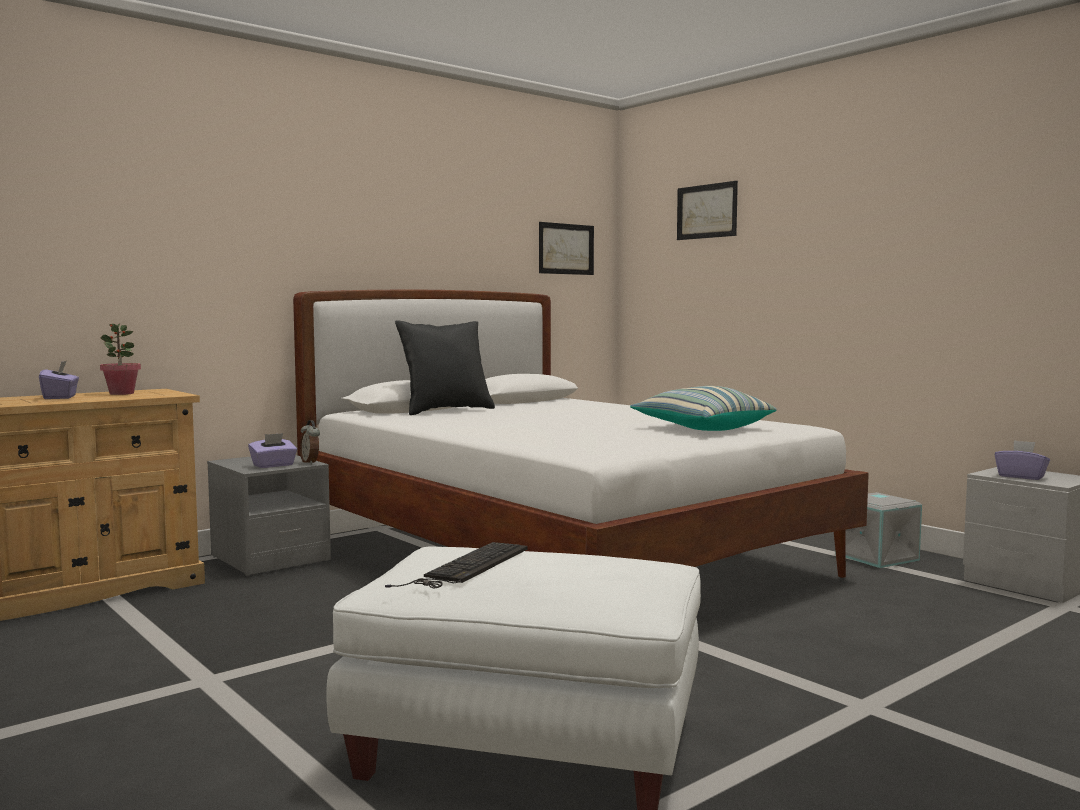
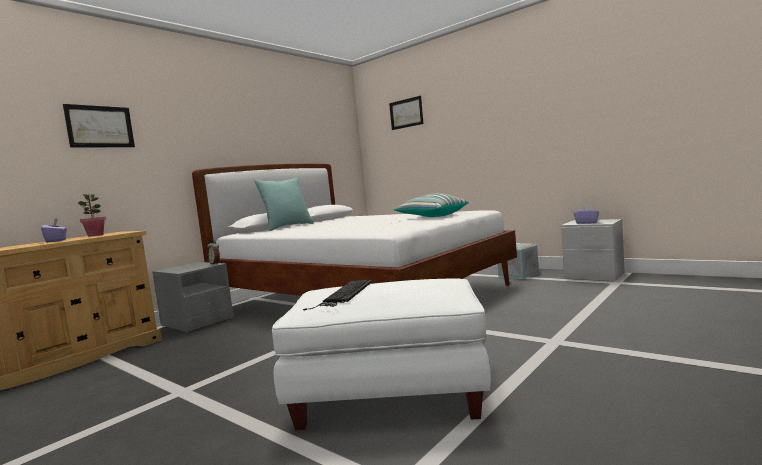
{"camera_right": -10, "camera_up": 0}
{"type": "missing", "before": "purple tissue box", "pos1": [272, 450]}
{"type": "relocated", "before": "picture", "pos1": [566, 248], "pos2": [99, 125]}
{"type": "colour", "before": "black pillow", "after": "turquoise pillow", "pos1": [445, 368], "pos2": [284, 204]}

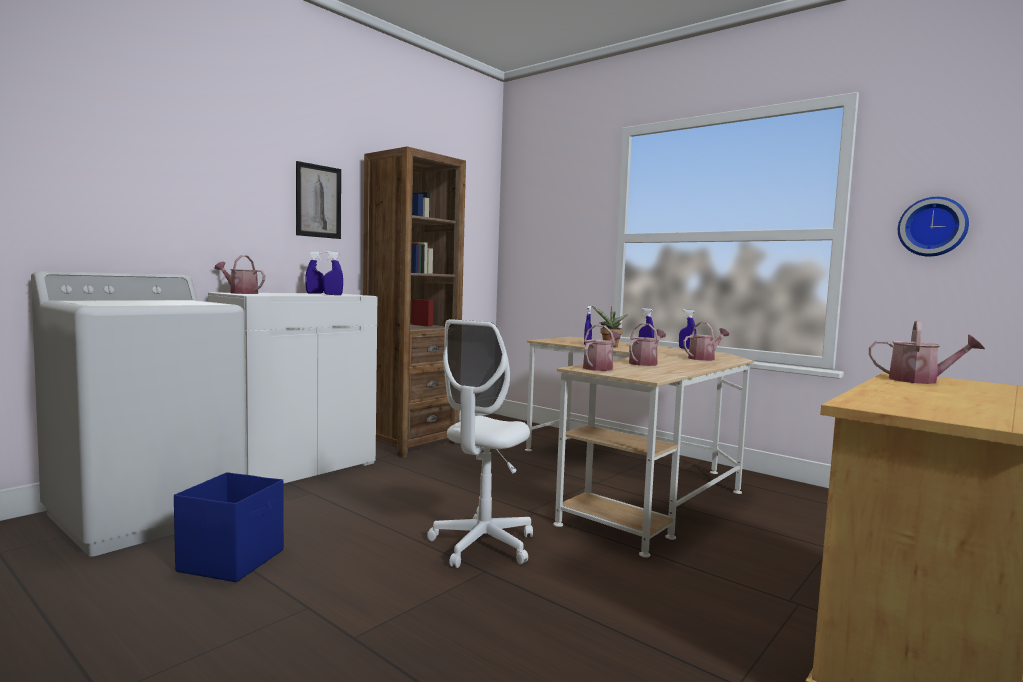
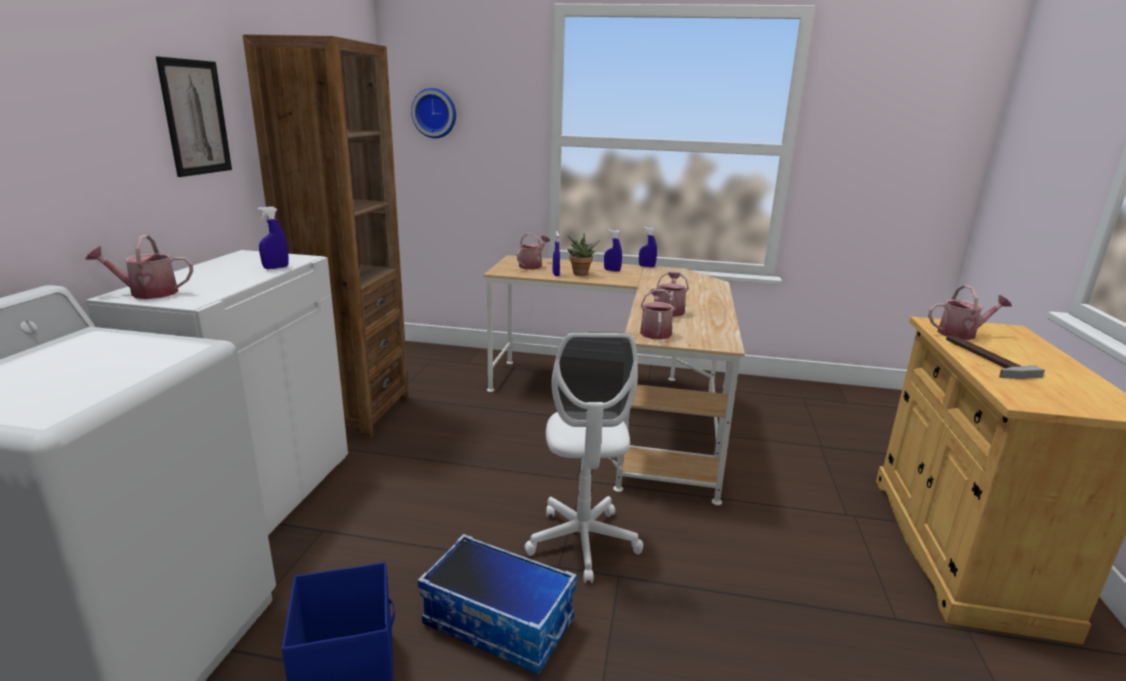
{"camera_right": -30, "camera_up": 15}
{"type": "missing", "before": "blue spray bottle", "pos1": [314, 273]}
{"type": "appeared", "after": "storage box", "pos2": [497, 604]}
{"type": "appeared", "after": "hammer", "pos2": [995, 357]}
{"type": "relocated", "before": "watering can", "pos1": [706, 341], "pos2": [533, 251]}
{"type": "relocated", "before": "wall clock", "pos1": [933, 227], "pos2": [433, 113]}

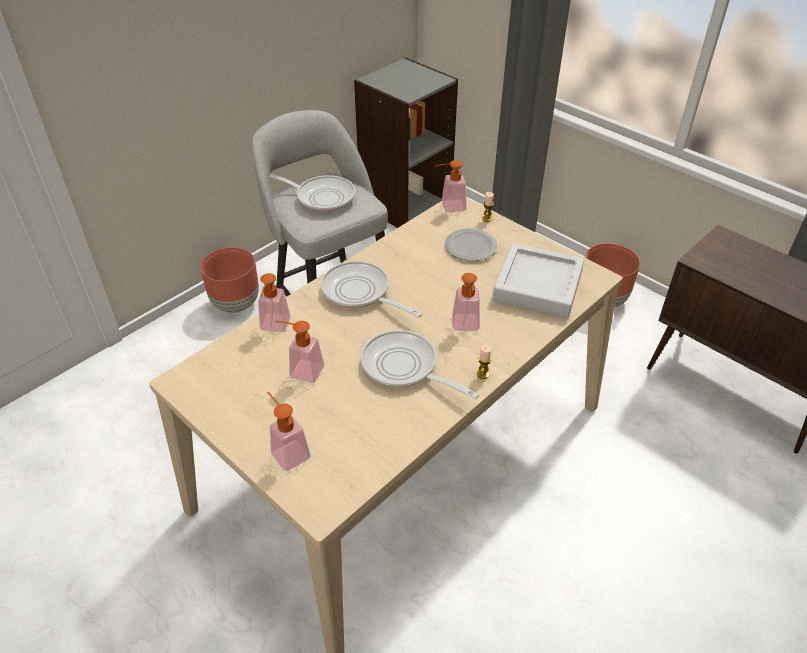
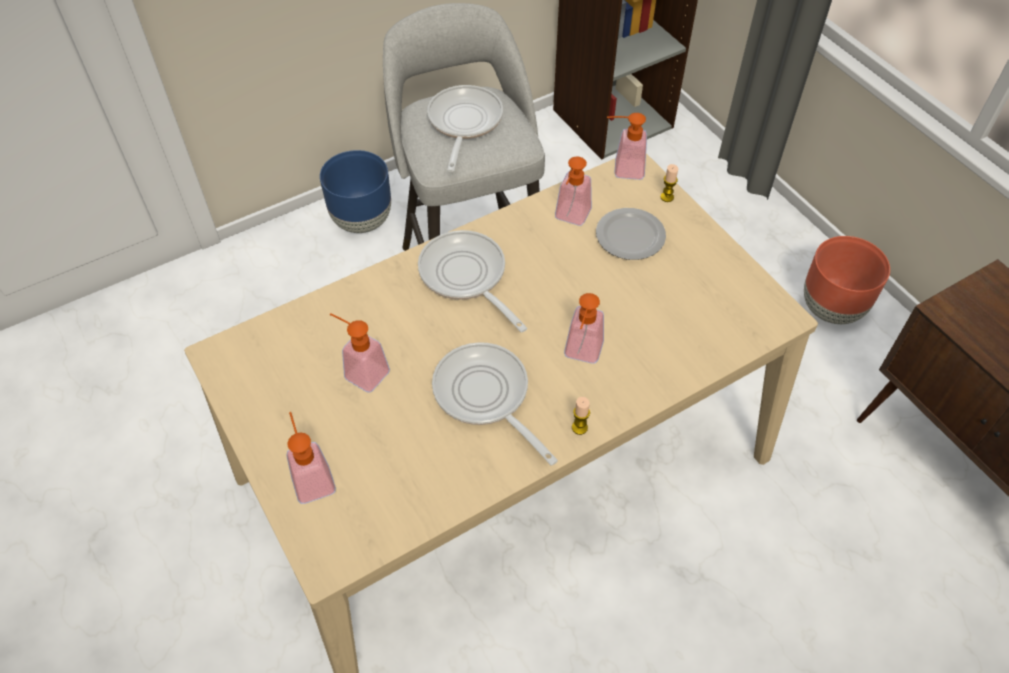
{"camera_right": 15, "camera_up": 10}
{"type": "missing", "before": "grey tray", "pos1": [538, 280]}
{"type": "relocated", "before": "soap dispenser", "pos1": [274, 302], "pos2": [573, 191]}
{"type": "colour", "before": "brown planter", "after": "blue planter", "pos1": [229, 280], "pos2": [355, 191]}
{"type": "spun", "before": "frying pan", "pos1": [312, 192], "pos2": [465, 128], "turn": -120}

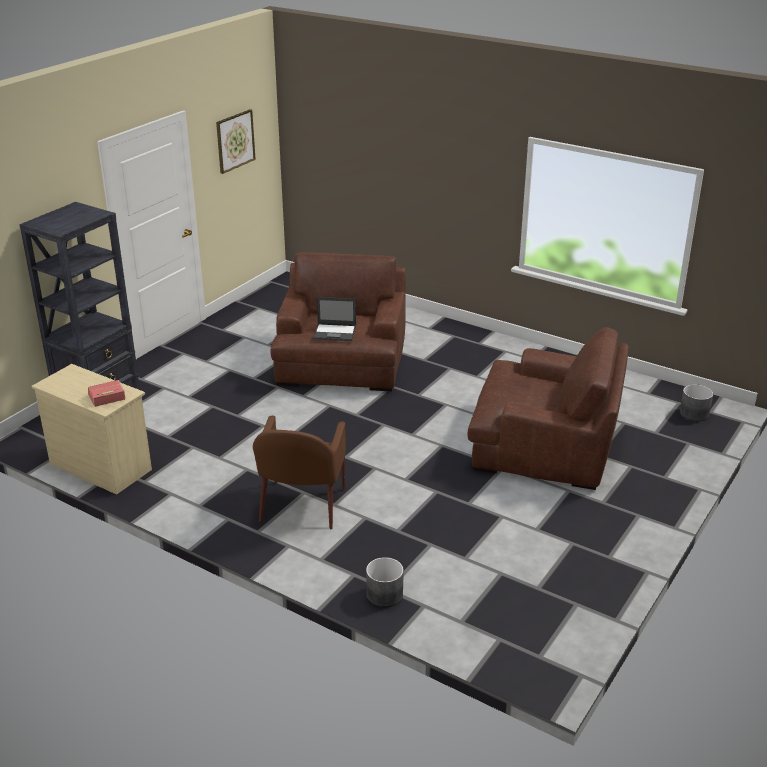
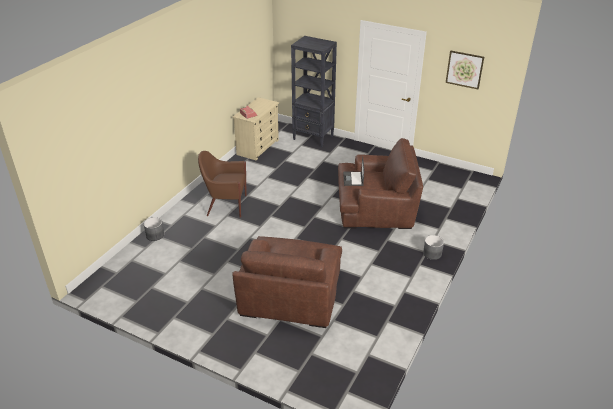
{"camera_right": 85, "camera_up": 5}
{"type": "relocated", "before": "grey planter", "pos1": [696, 403], "pos2": [433, 247]}

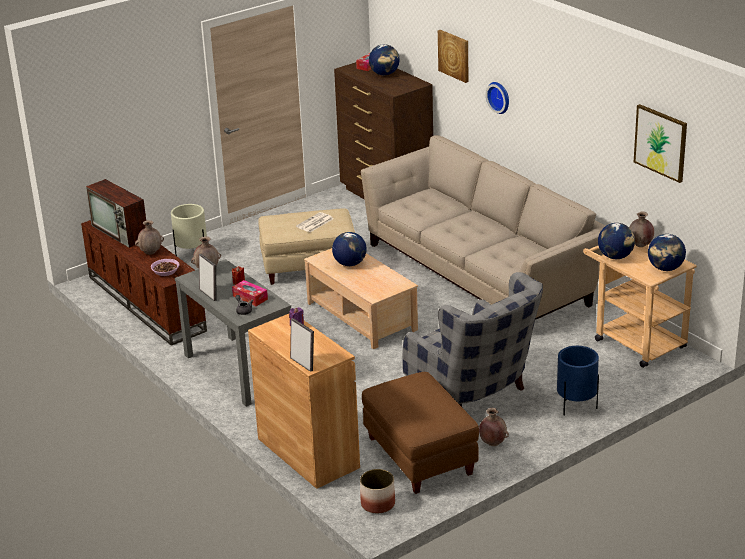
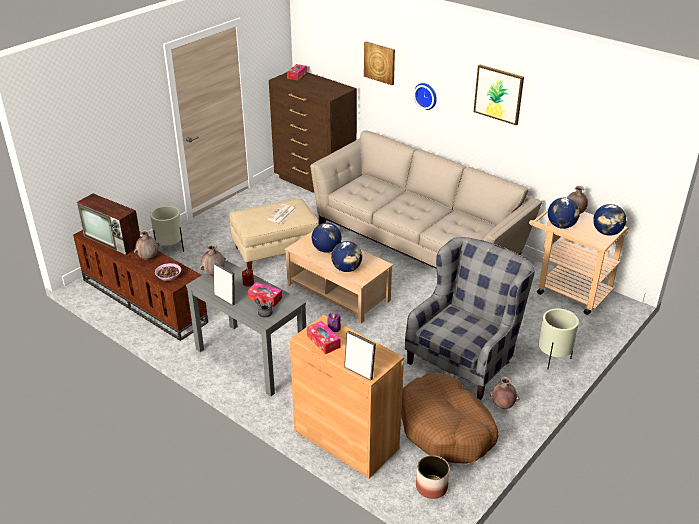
{"camera_right": -15, "camera_up": 5}
{"type": "appeared", "after": "tissue box", "pos2": [323, 337]}
{"type": "relocated", "before": "globe", "pos1": [384, 59], "pos2": [346, 256]}
{"type": "relocated", "before": "picture", "pos1": [660, 143], "pos2": [499, 95]}
{"type": "exchanged", "before": "brown ottoman", "after": "brown dog bed", "pos1": [420, 433], "pos2": [450, 418]}
{"type": "colour", "before": "blue planter", "after": "beige planter", "pos1": [578, 381], "pos2": [558, 338]}
{"type": "spun", "before": "grey armchair", "pos1": [472, 339], "pos2": [470, 318], "turn": -90}

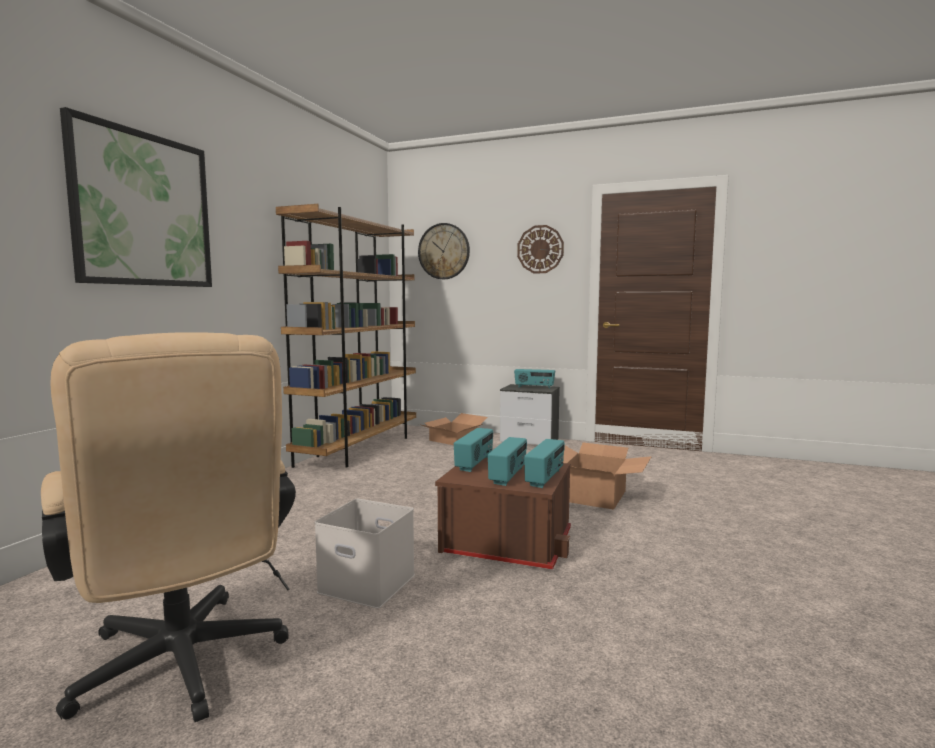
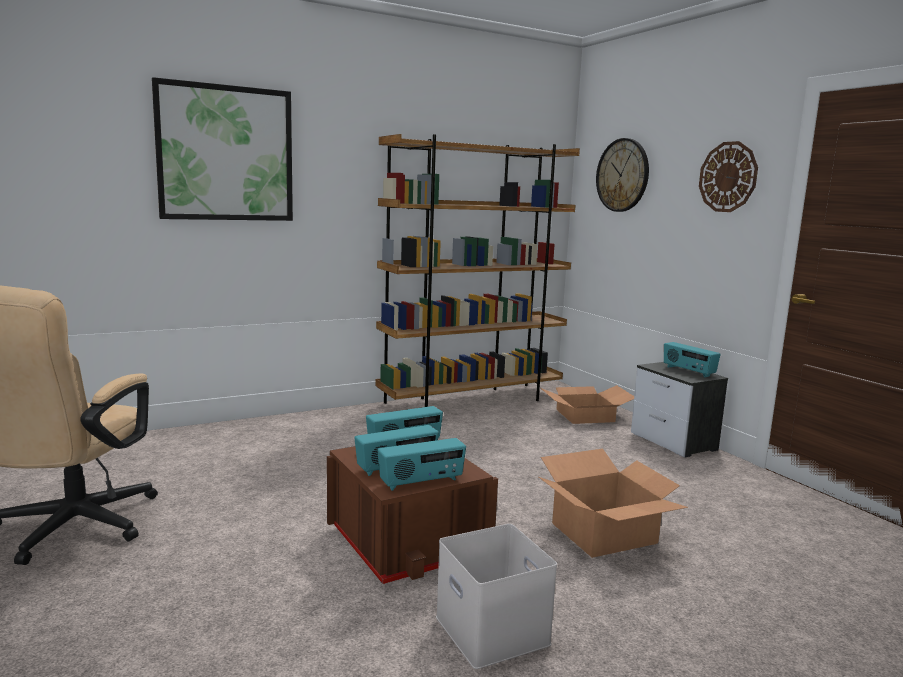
{"camera_right": 40, "camera_up": 5}
{"type": "relocated", "before": "white storage box", "pos1": [365, 553], "pos2": [496, 596]}

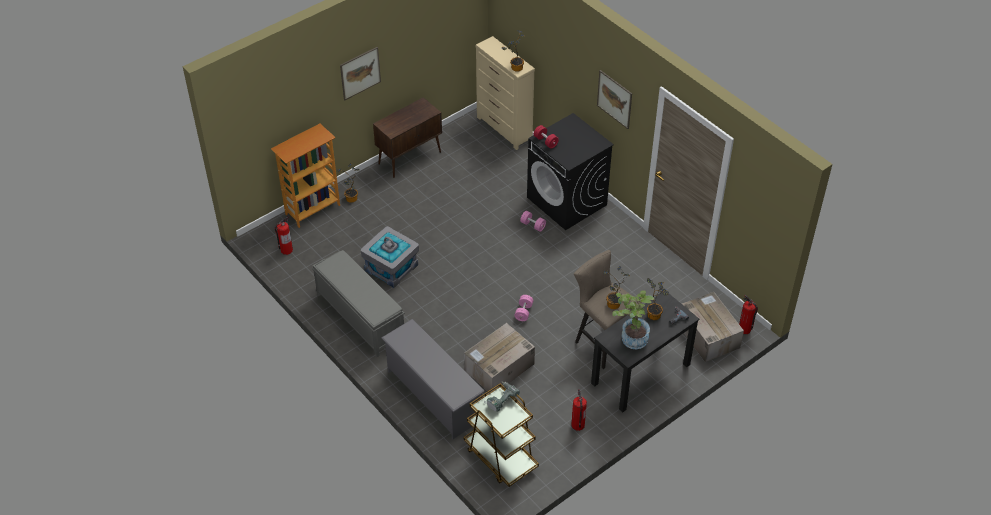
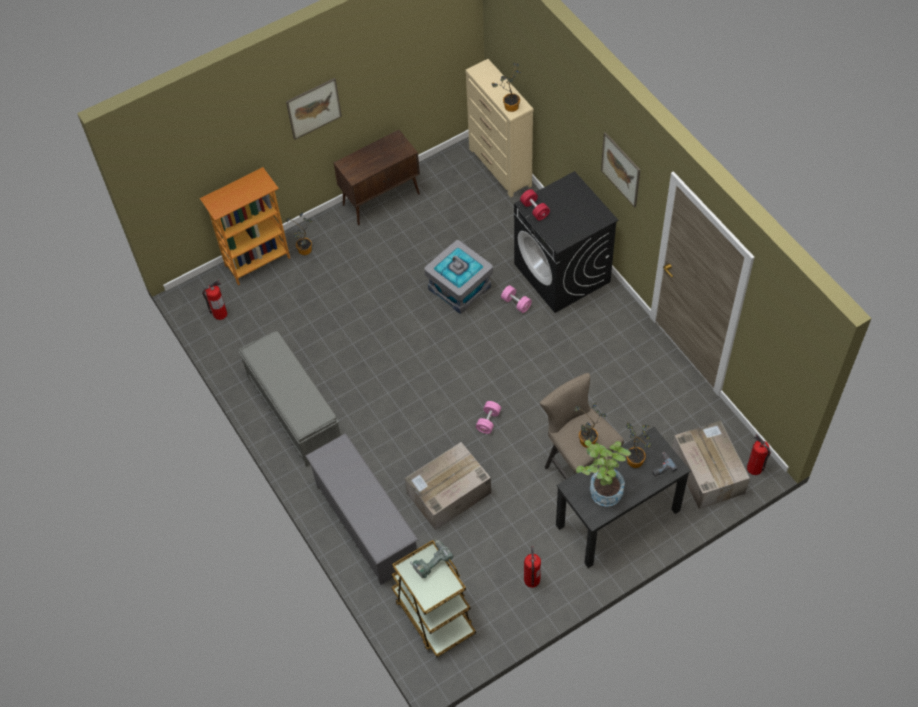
{"camera_right": 10, "camera_up": 10}
{"type": "relocated", "before": "grey storage box", "pos1": [390, 257], "pos2": [458, 277]}

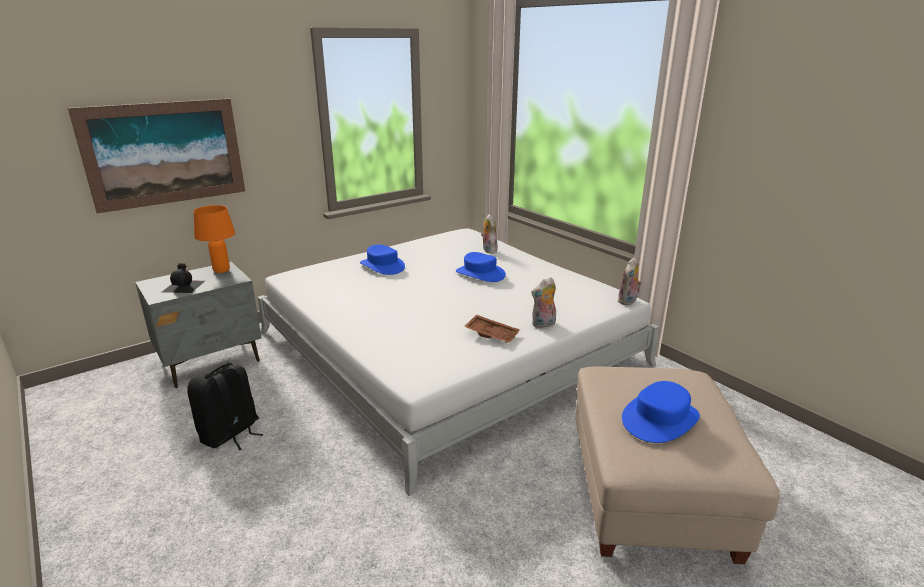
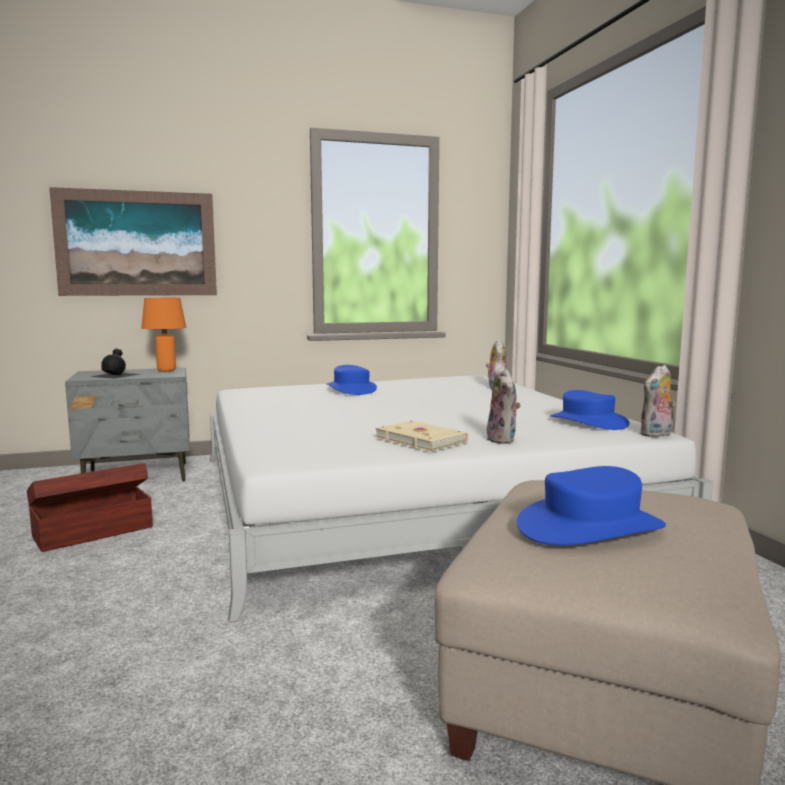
{"camera_right": 20, "camera_up": -15}
{"type": "relocated", "before": "blue hat", "pos1": [481, 267], "pos2": [589, 410]}
{"type": "exchanged", "before": "black backpack", "after": "brown storage box", "pos1": [225, 407], "pos2": [90, 507]}
{"type": "exchanged", "before": "brown tray", "after": "beige book", "pos1": [492, 329], "pos2": [422, 436]}
{"type": "spun", "before": "plush toy", "pos1": [543, 302], "pos2": [504, 405], "turn": -90}

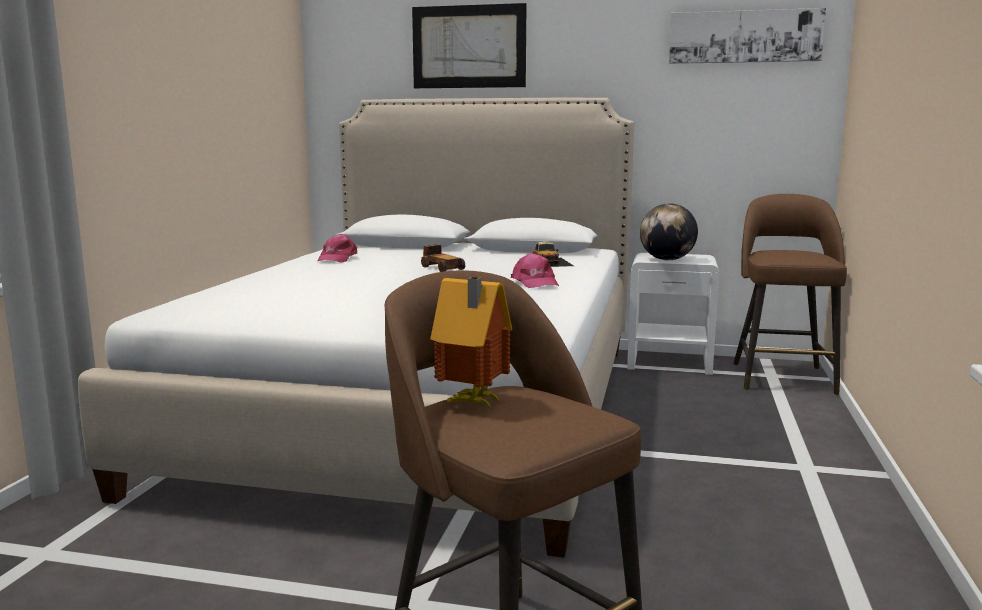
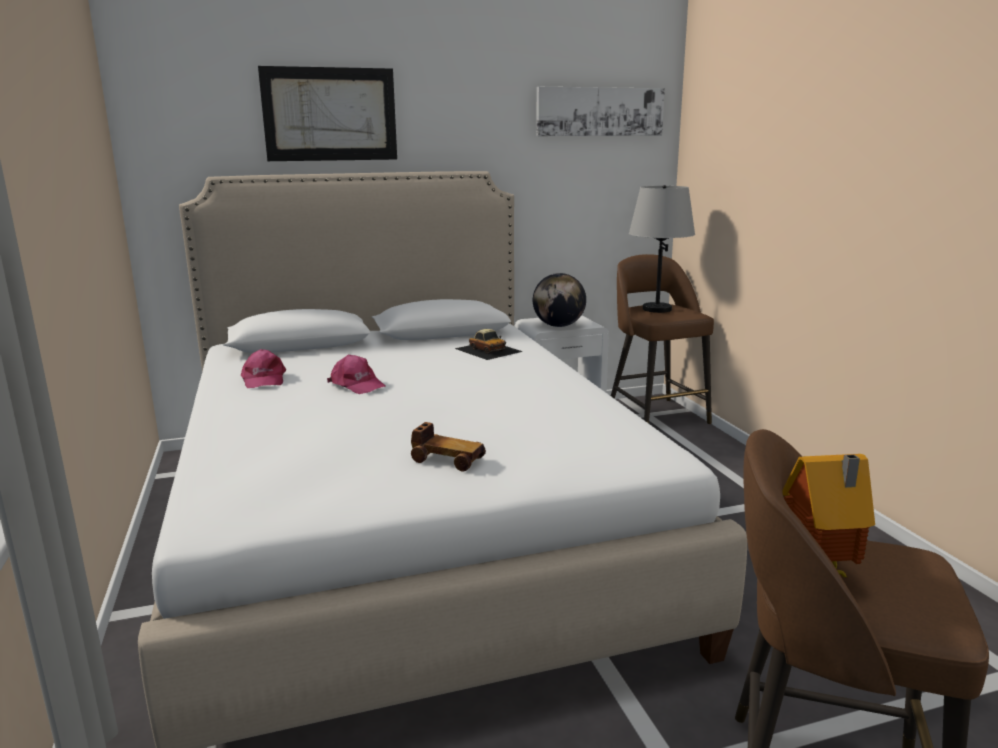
{"camera_right": -30, "camera_up": 5}
{"type": "appeared", "after": "grey table lamp", "pos2": [662, 249]}
{"type": "relocated", "before": "toy car", "pos1": [443, 258], "pos2": [448, 447]}
{"type": "relocated", "before": "pink cap", "pos1": [535, 270], "pos2": [356, 374]}

